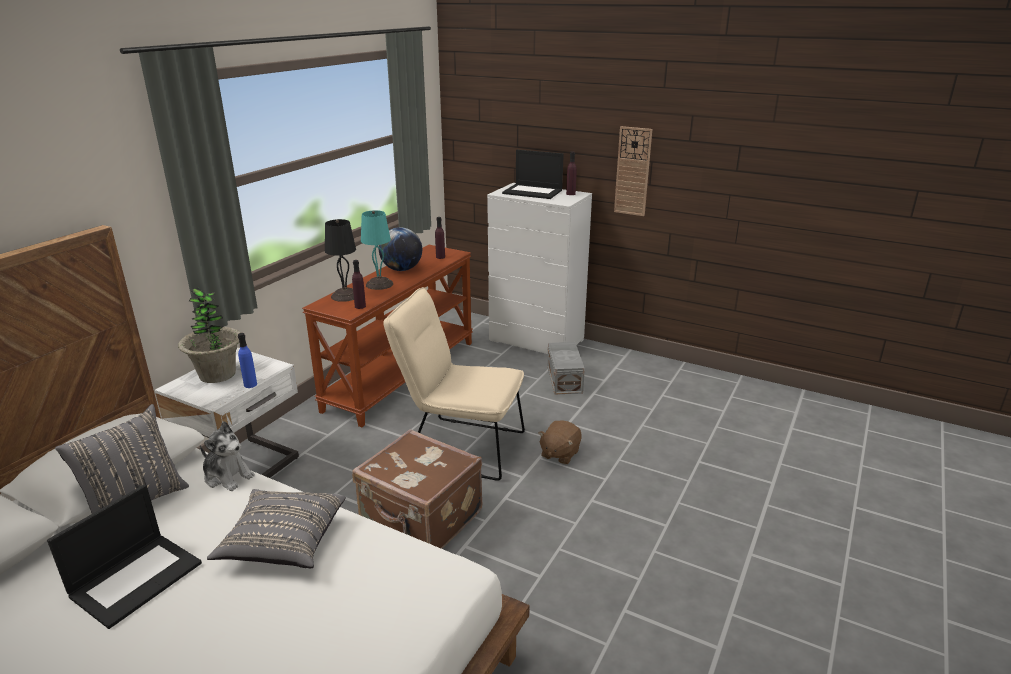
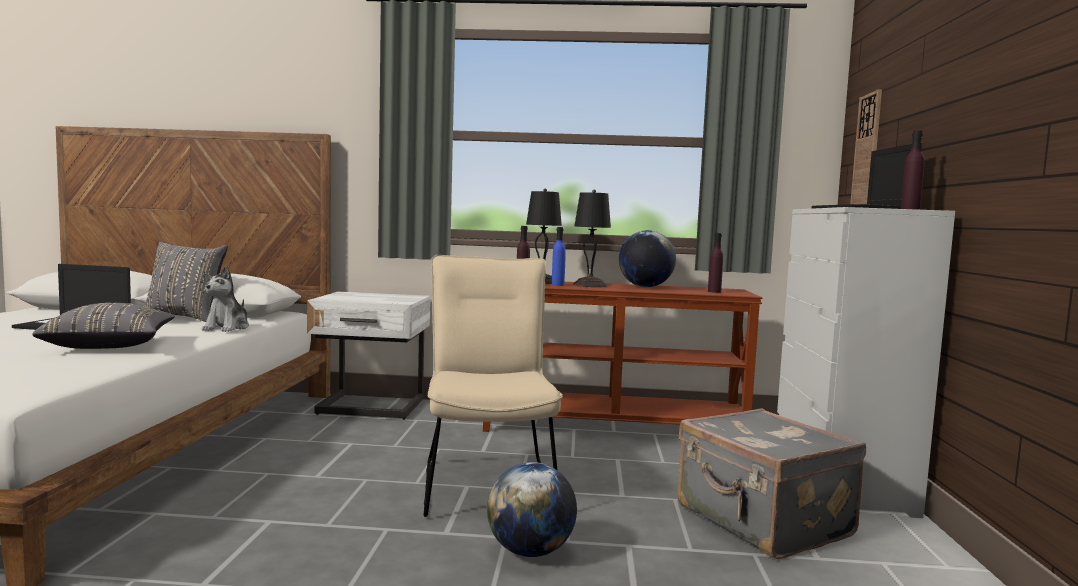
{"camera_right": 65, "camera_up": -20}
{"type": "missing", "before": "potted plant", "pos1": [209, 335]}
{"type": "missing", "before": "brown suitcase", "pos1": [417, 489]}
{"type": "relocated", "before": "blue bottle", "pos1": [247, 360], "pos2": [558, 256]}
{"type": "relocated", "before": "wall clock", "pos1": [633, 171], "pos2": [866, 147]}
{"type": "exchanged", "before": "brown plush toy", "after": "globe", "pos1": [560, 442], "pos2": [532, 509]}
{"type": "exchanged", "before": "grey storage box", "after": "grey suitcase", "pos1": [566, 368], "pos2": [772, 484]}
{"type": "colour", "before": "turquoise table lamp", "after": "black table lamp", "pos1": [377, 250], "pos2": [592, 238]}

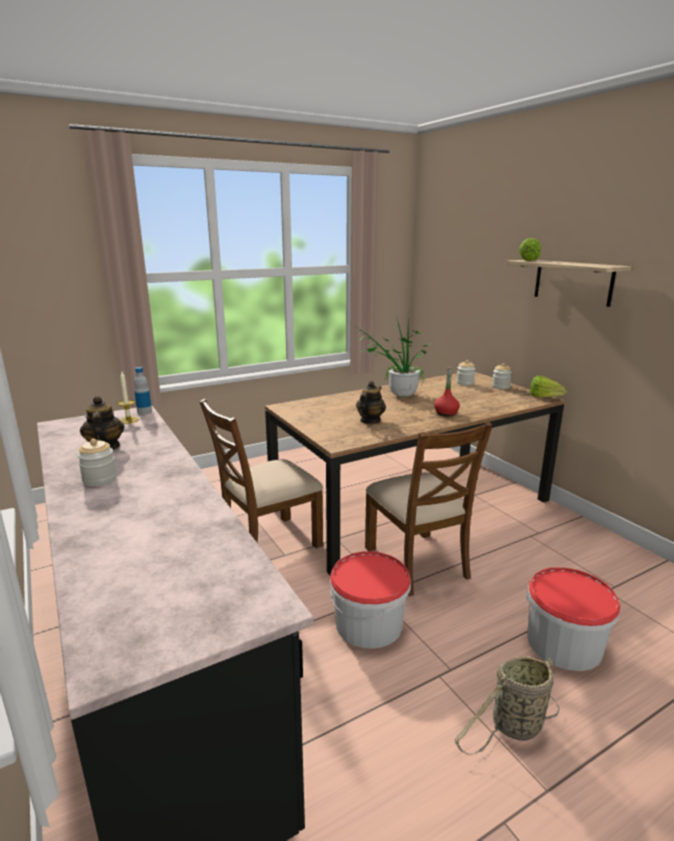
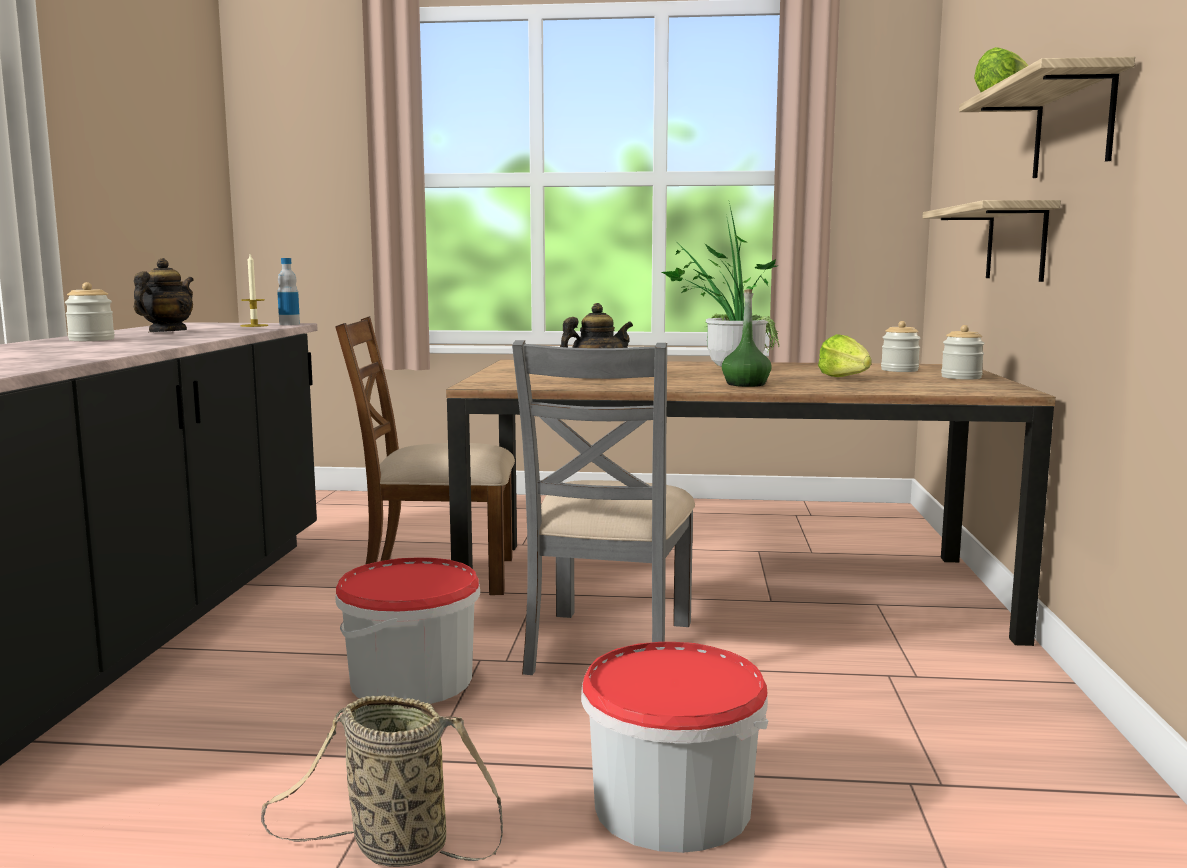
{"camera_right": 35, "camera_up": -10}
{"type": "appeared", "after": "shelf", "pos2": [991, 241]}
{"type": "relocated", "before": "lettuce", "pos1": [548, 387], "pos2": [845, 355]}
{"type": "colour", "before": "brown chair", "after": "grey chair", "pos1": [429, 509], "pos2": [603, 507]}
{"type": "colour", "before": "red bottle", "after": "green bottle", "pos1": [447, 391], "pos2": [747, 338]}

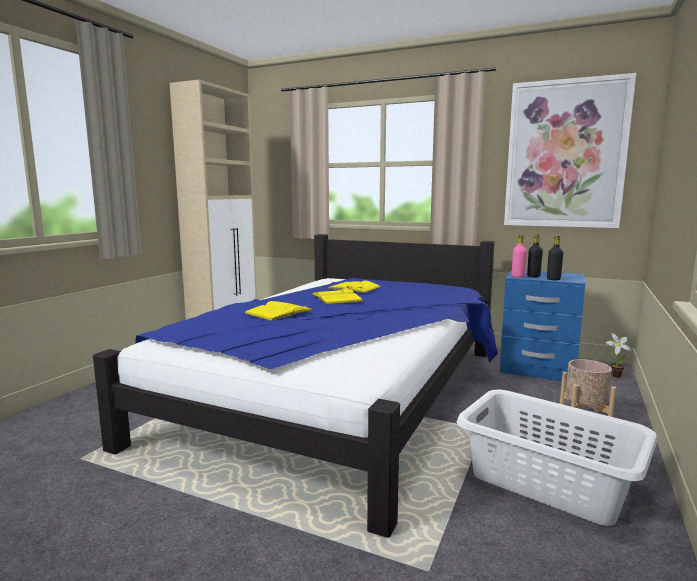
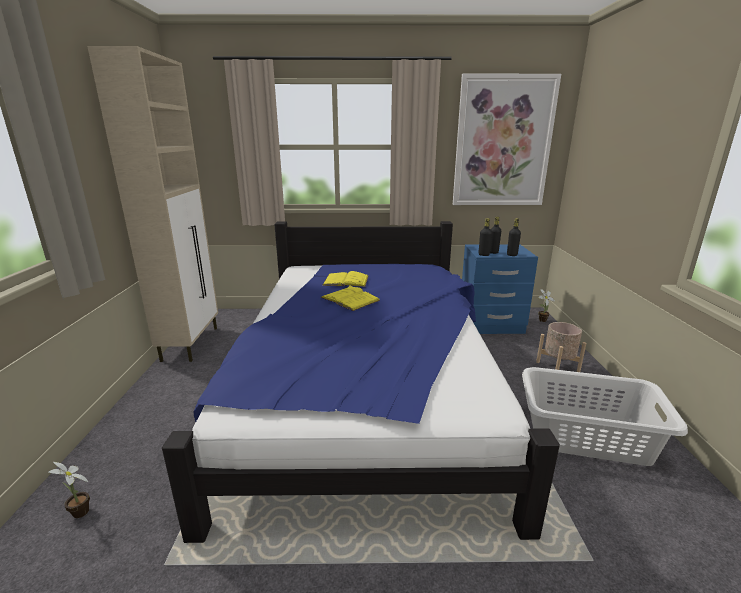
{"camera_right": -25, "camera_up": 10}
{"type": "missing", "before": "yellow book", "pos1": [278, 311]}
{"type": "appeared", "after": "potted plant", "pos2": [69, 489]}
{"type": "colour", "before": "pink bottle", "after": "black bottle", "pos1": [519, 256], "pos2": [485, 237]}

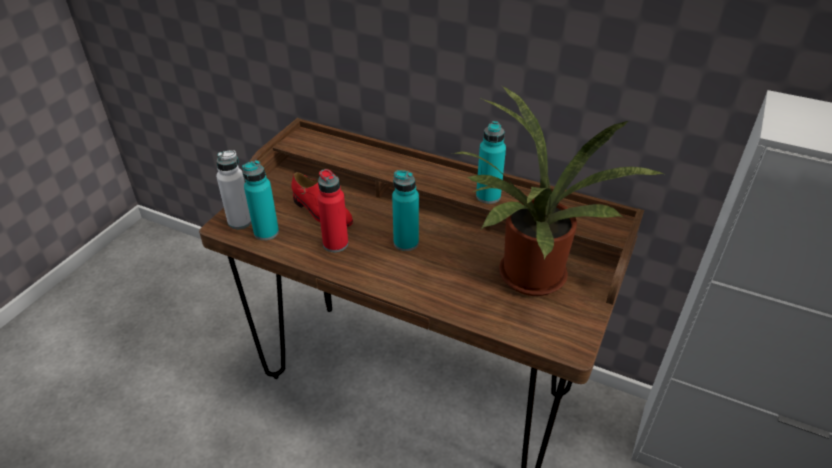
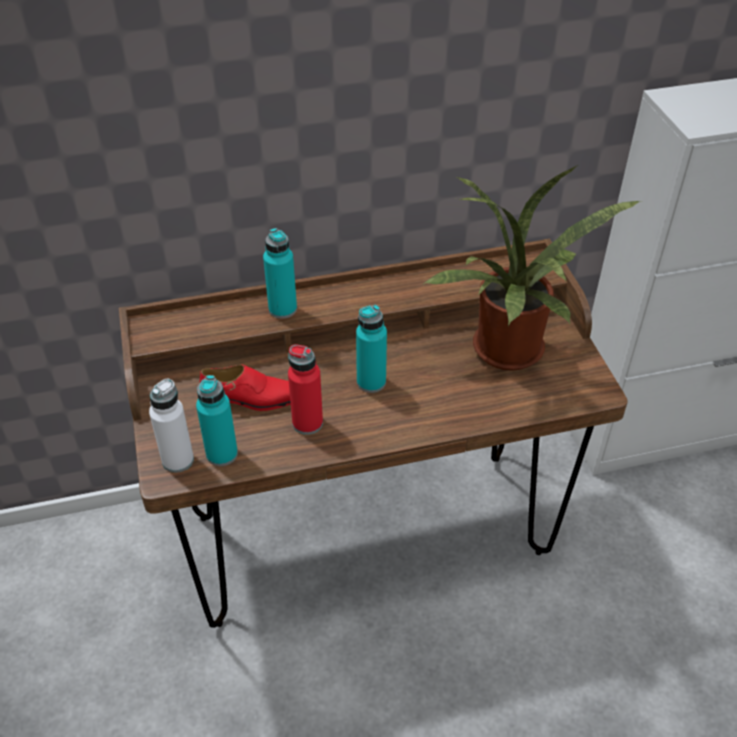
{"camera_right": -40, "camera_up": 5}
{"type": "relocated", "before": "turquoise bottle", "pos1": [491, 162], "pos2": [280, 273]}

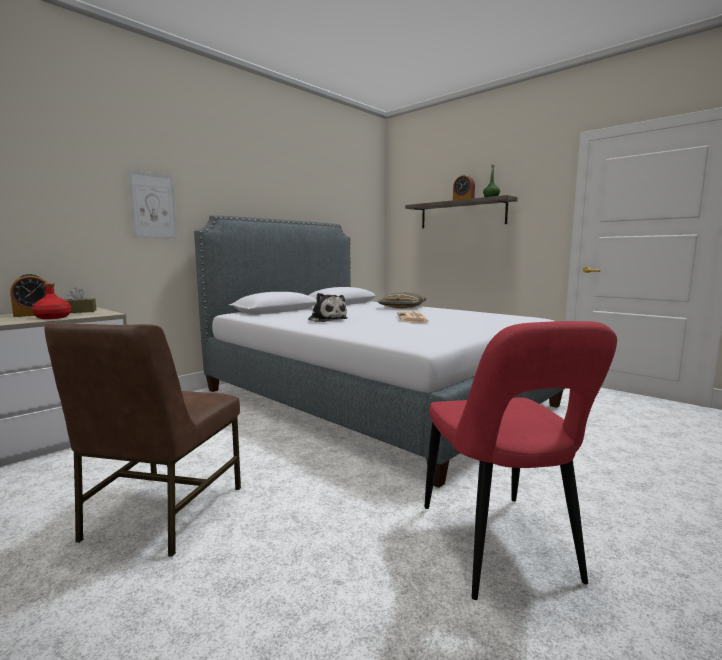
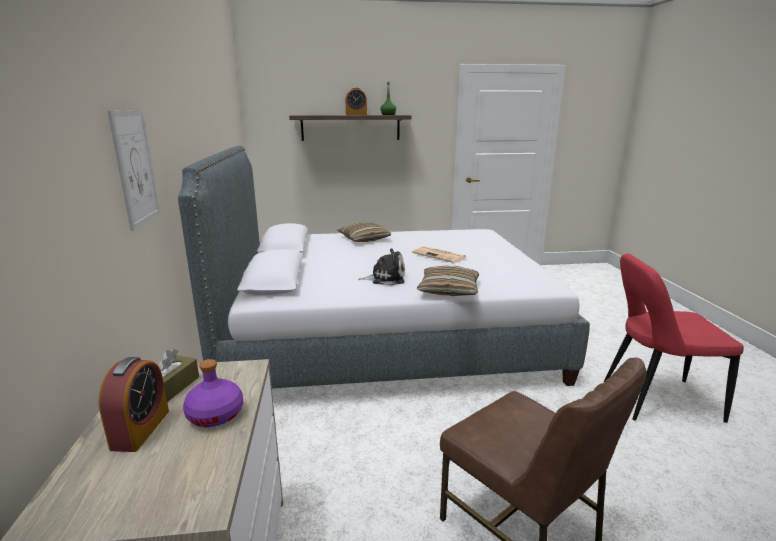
{"camera_right": -50, "camera_up": 10}
{"type": "appeared", "after": "pillow", "pos2": [448, 281]}
{"type": "colour", "before": "red bottle", "after": "purple bottle", "pos1": [51, 301], "pos2": [213, 393]}
{"type": "spun", "before": "red chair", "pos1": [520, 460], "pos2": [674, 338], "turn": 150}

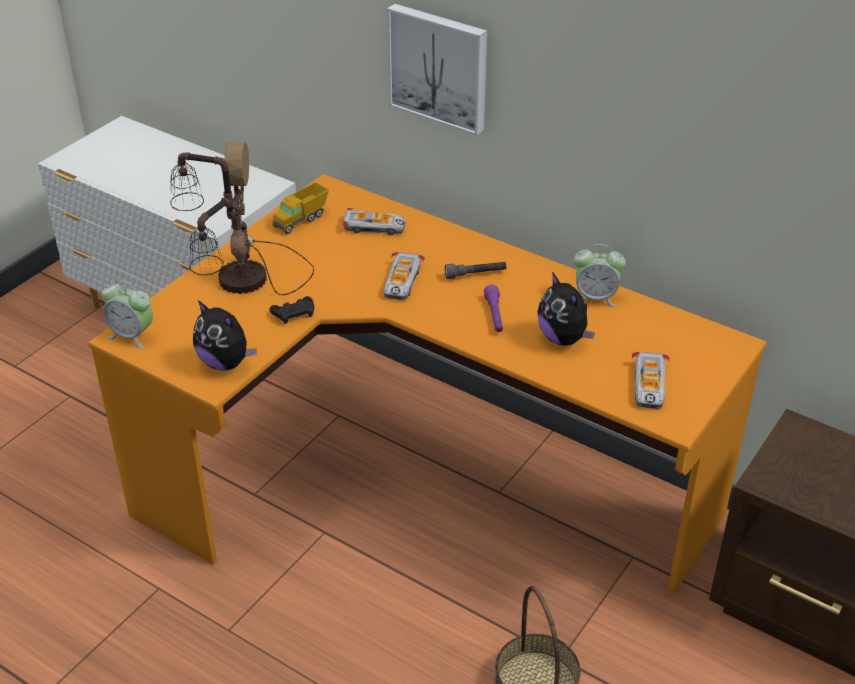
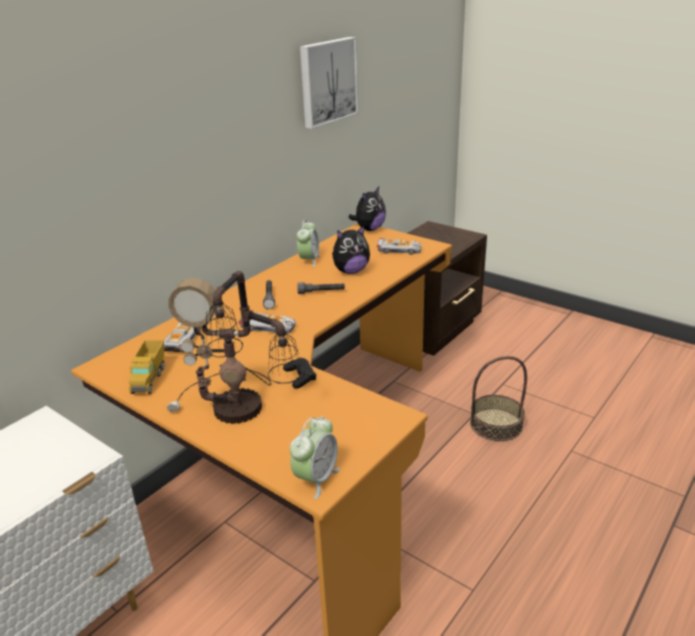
{"camera_right": -85, "camera_up": -10}
{"type": "relocated", "before": "plush toy", "pos1": [225, 335], "pos2": [367, 209]}
{"type": "relocated", "before": "picture", "pos1": [437, 70], "pos2": [329, 83]}
{"type": "colour", "before": "purple flashlight", "after": "grey flashlight", "pos1": [493, 308], "pos2": [321, 288]}
{"type": "spun", "before": "toy truck", "pos1": [300, 208], "pos2": [147, 367], "turn": 45}

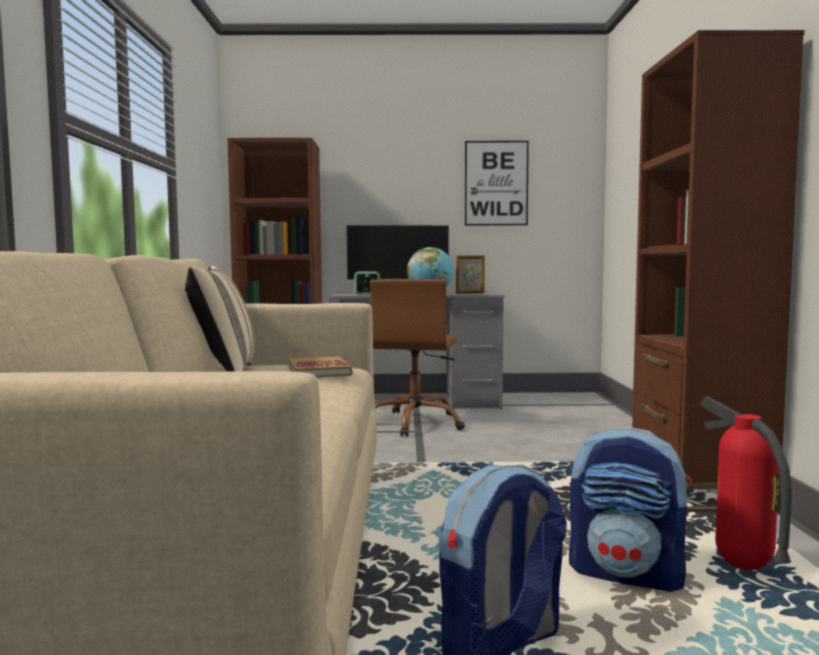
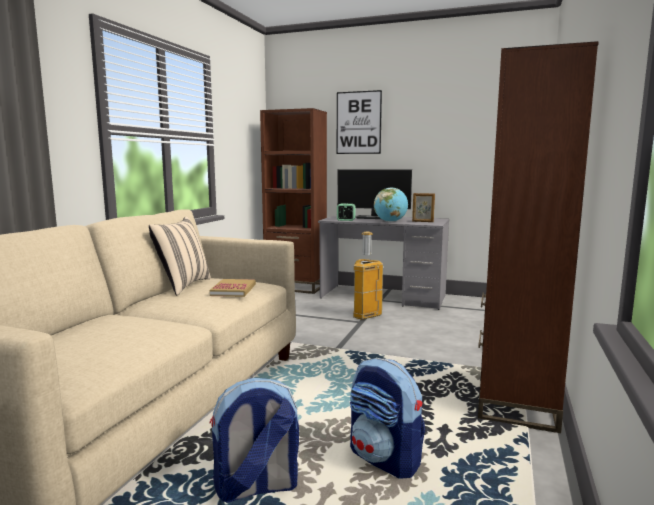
{"camera_right": 20, "camera_up": 5}
{"type": "missing", "before": "fire extinguisher", "pos1": [746, 483]}
{"type": "relocated", "before": "picture", "pos1": [497, 183], "pos2": [359, 122]}
{"type": "exchanged", "before": "brown office chair", "after": "trash can", "pos1": [417, 358], "pos2": [368, 276]}

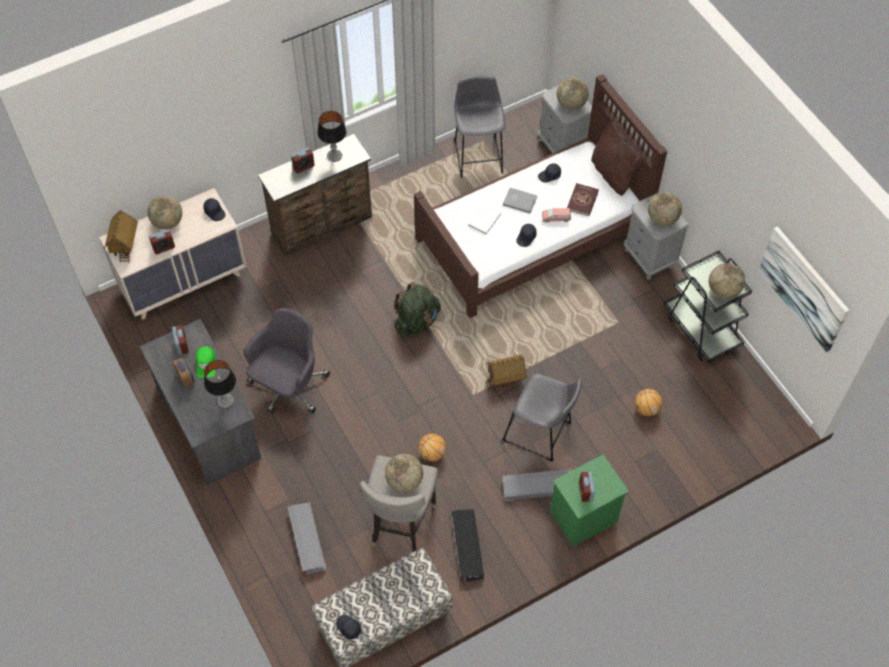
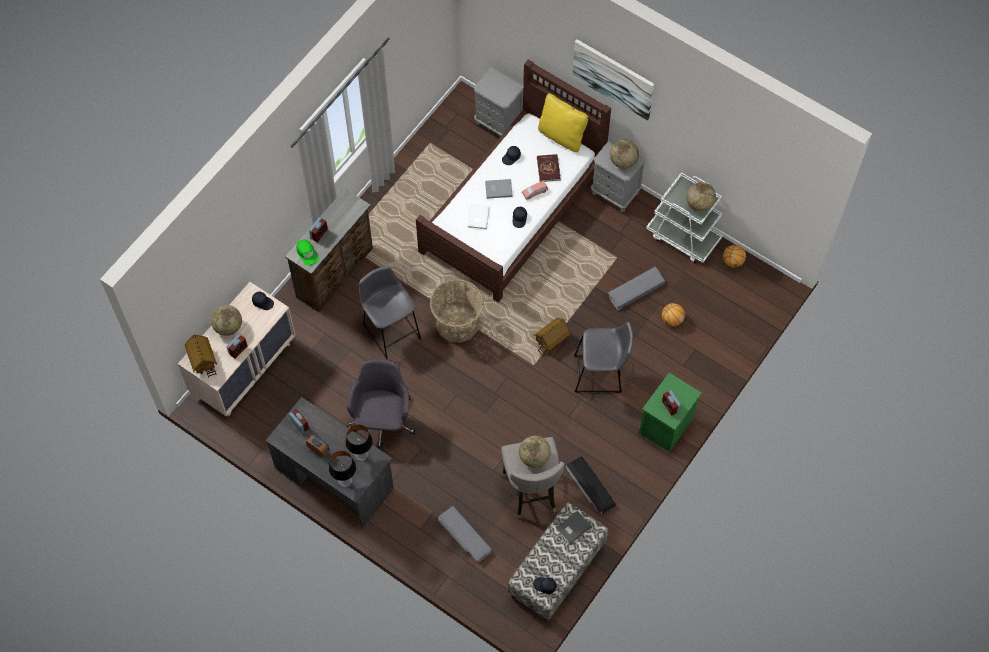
{"camera_right": -25, "camera_up": 5}
{"type": "missing", "before": "globe", "pos1": [573, 93]}
{"type": "appeared", "after": "grey book", "pos2": [574, 527]}
{"type": "relocated", "before": "green cap", "pos1": [205, 362], "pos2": [307, 252]}
{"type": "relocated", "before": "table lamp", "pos1": [331, 136], "pos2": [342, 469]}
{"type": "relocated", "before": "basketball", "pos1": [432, 447], "pos2": [734, 256]}
{"type": "relocated", "before": "grey stool", "pos1": [480, 126], "pos2": [390, 312]}
{"type": "relocated", "before": "grey storage box", "pos1": [537, 485], "pos2": [636, 289]}
{"type": "relocated", "before": "picture", "pos1": [804, 289], "pos2": [613, 80]}
{"type": "exchanged", "before": "green backpack", "after": "basket", "pos1": [417, 309], "pos2": [457, 311]}
{"type": "colour", "before": "brown pillow", "after": "yellow pillow", "pos1": [617, 157], "pos2": [563, 122]}
{"type": "colour", "before": "black cart", "after": "white cart", "pos1": [707, 306], "pos2": [684, 217]}

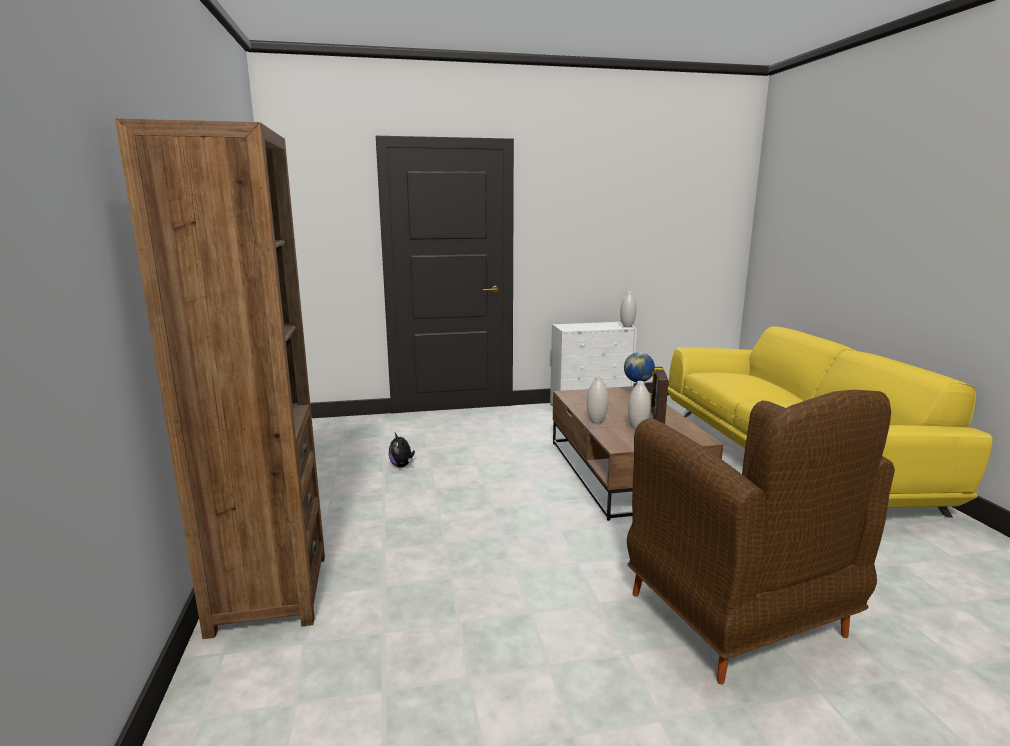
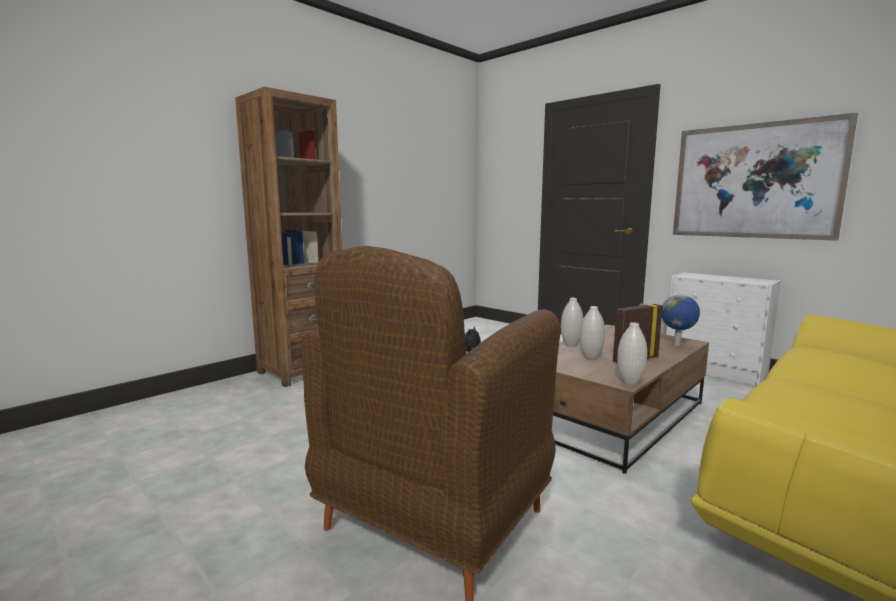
{"camera_right": 55, "camera_up": -5}
{"type": "appeared", "after": "picture", "pos2": [765, 177]}
{"type": "relocated", "before": "white vase", "pos1": [628, 309], "pos2": [632, 353]}

